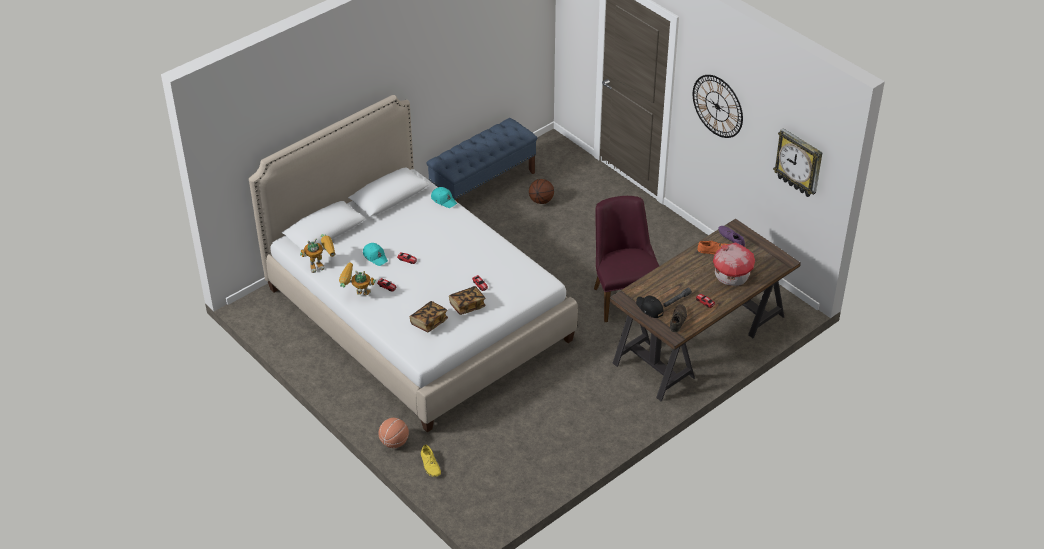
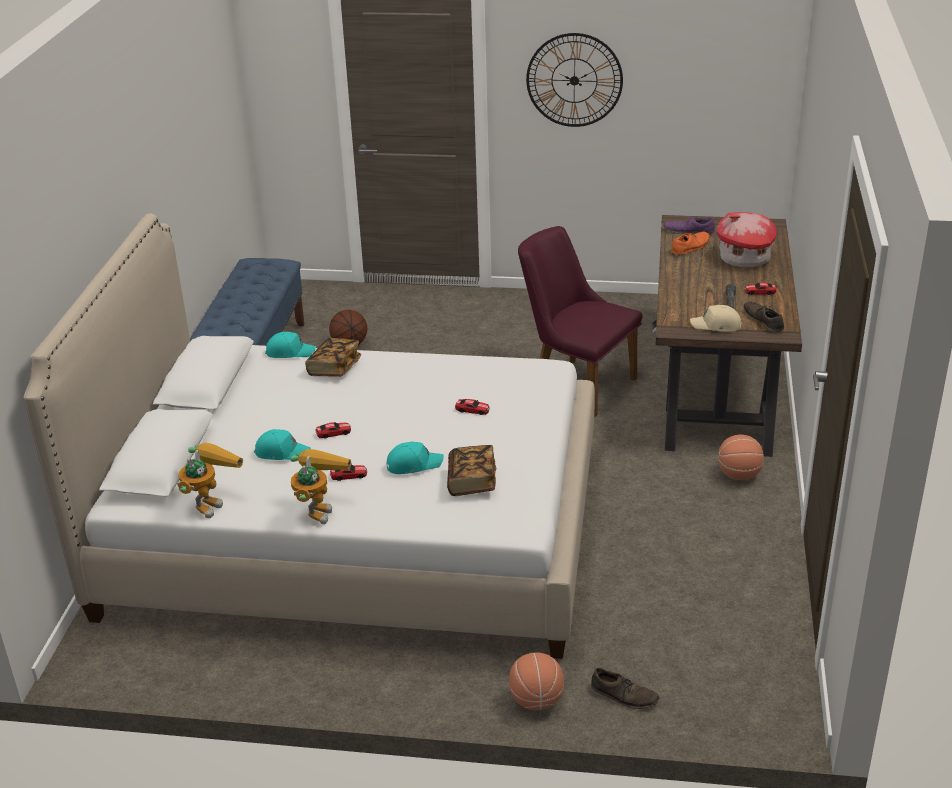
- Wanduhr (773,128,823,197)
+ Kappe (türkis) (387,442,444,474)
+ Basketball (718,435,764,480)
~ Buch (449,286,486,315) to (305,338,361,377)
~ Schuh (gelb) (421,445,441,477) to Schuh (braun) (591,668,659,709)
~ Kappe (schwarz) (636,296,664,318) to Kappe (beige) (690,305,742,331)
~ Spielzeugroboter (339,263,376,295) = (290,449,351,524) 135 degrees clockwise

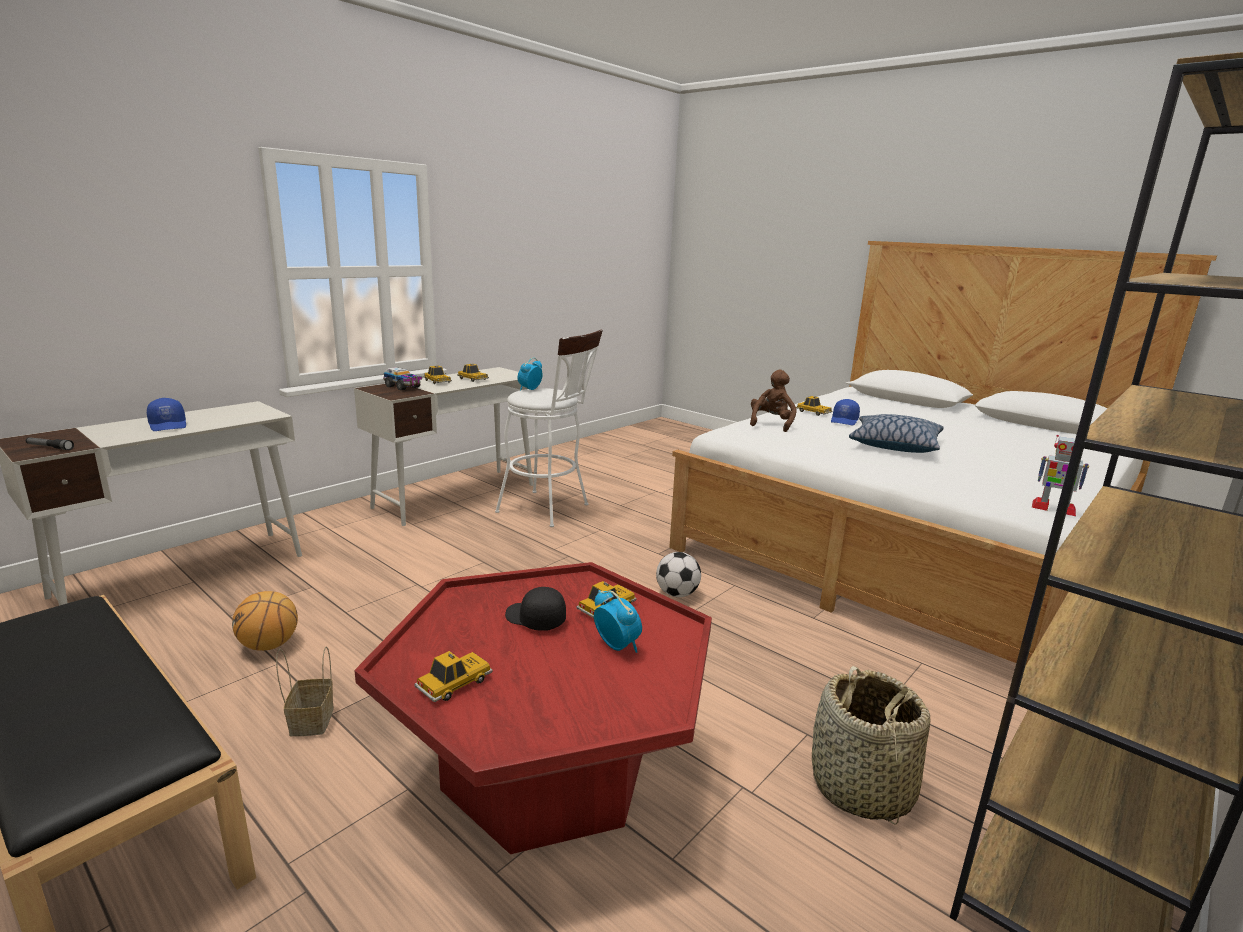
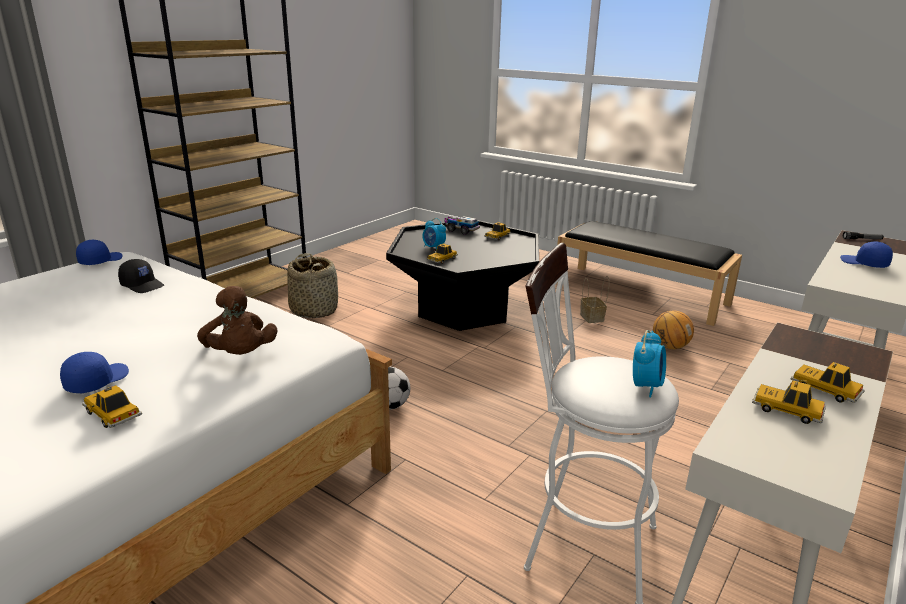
- Kissen (849,414,944,453)
~ Spielzeuglaster (383,367,422,390) to (444,216,480,235)
~ Kappe (schwarz) (505,587,566,631) to (118,259,164,293)
~ Spielzeugroboter (1032,435,1089,516) to Kappe (blau) (76,240,123,265)
~ Couchtisch (rot) (354,562,712,854) to Couchtisch (schwarz) (386,220,539,331)
~ Plüschtier (braun) (750,369,797,432) = (197,286,277,355) 45 degrees counterclockwise

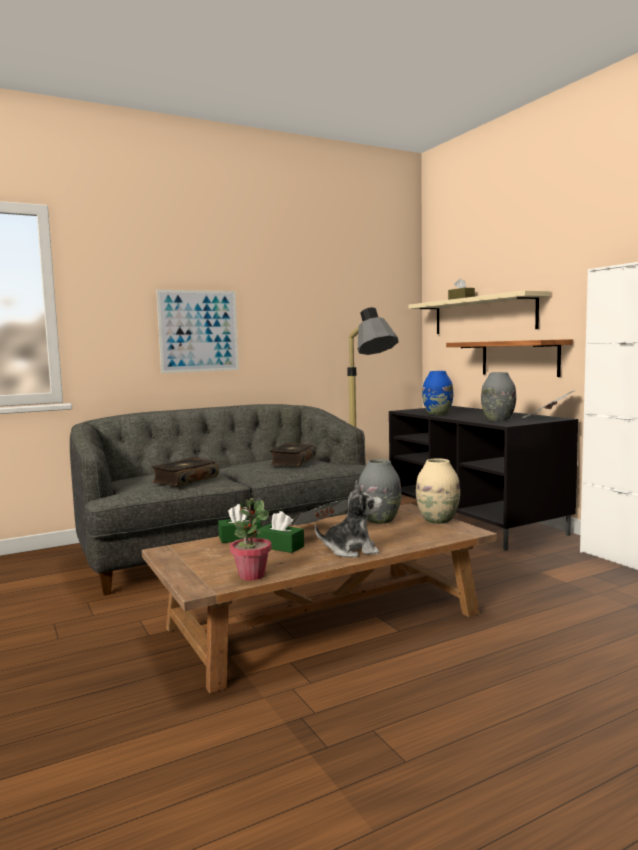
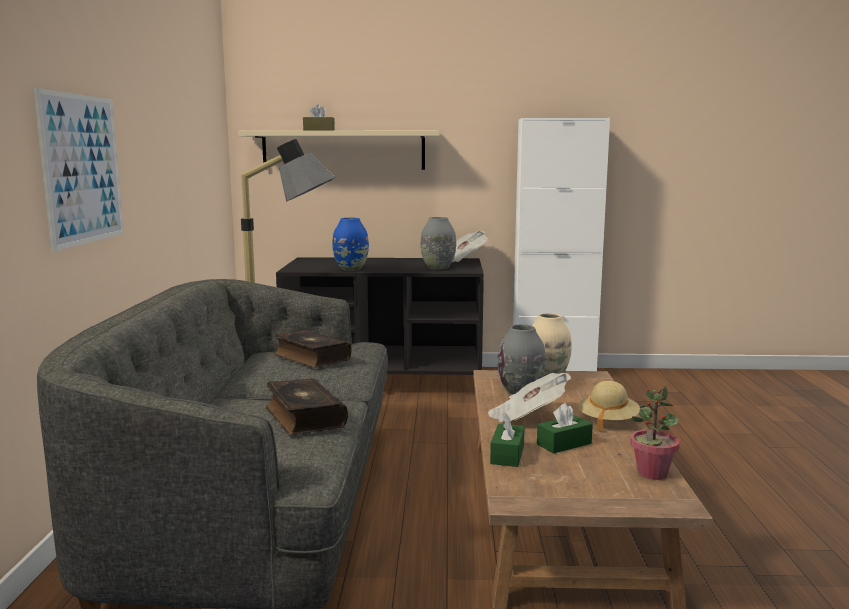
- Wandregal (446,339,573,377)
~ Plüschtier (315,481,383,558) to Hut (beige) (579,381,640,432)

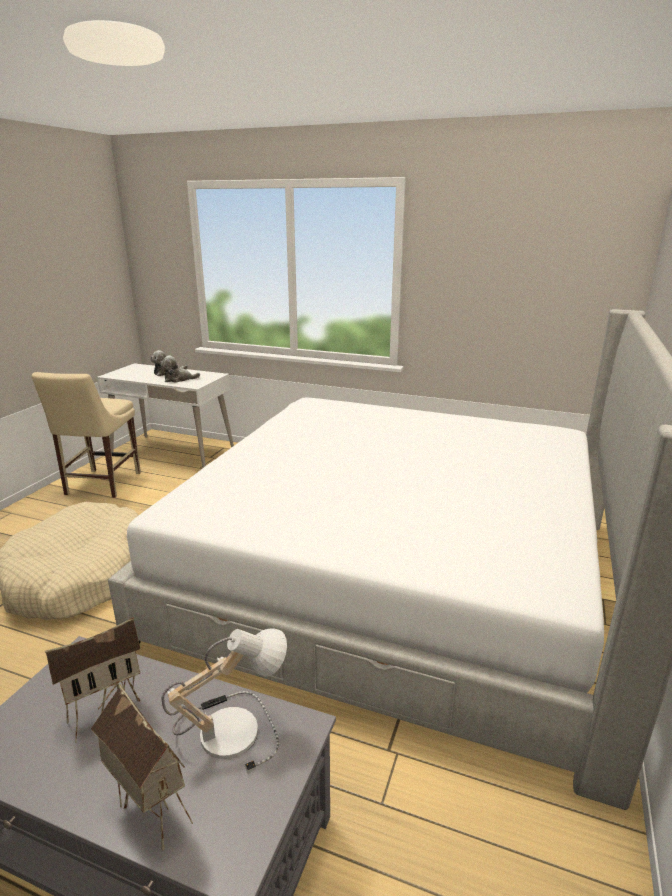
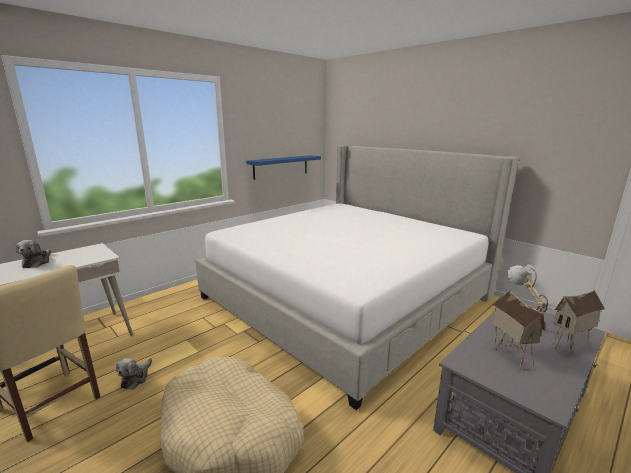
+ Wandregal (blau) (246,155,321,180)
~ Plüschtier (160,356,200,382) to (116,358,152,390)

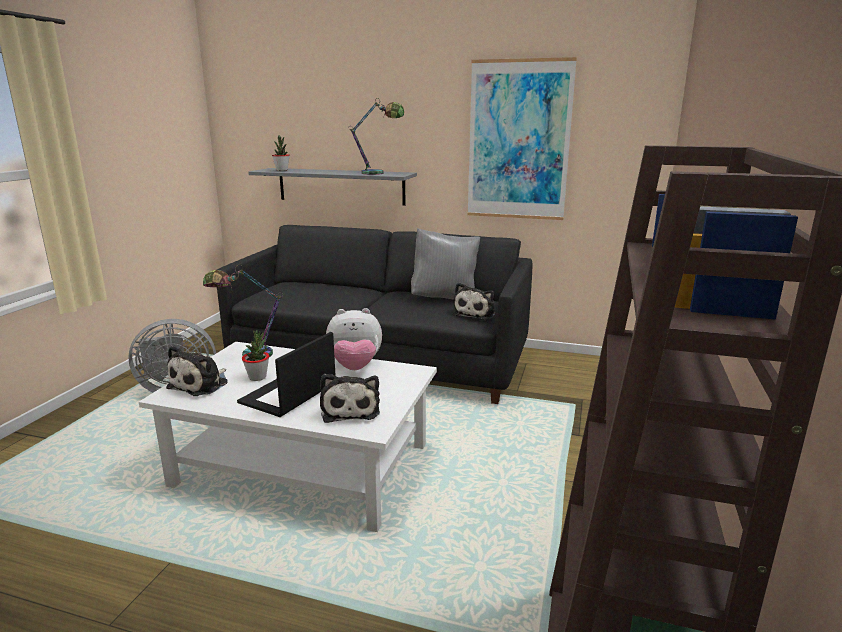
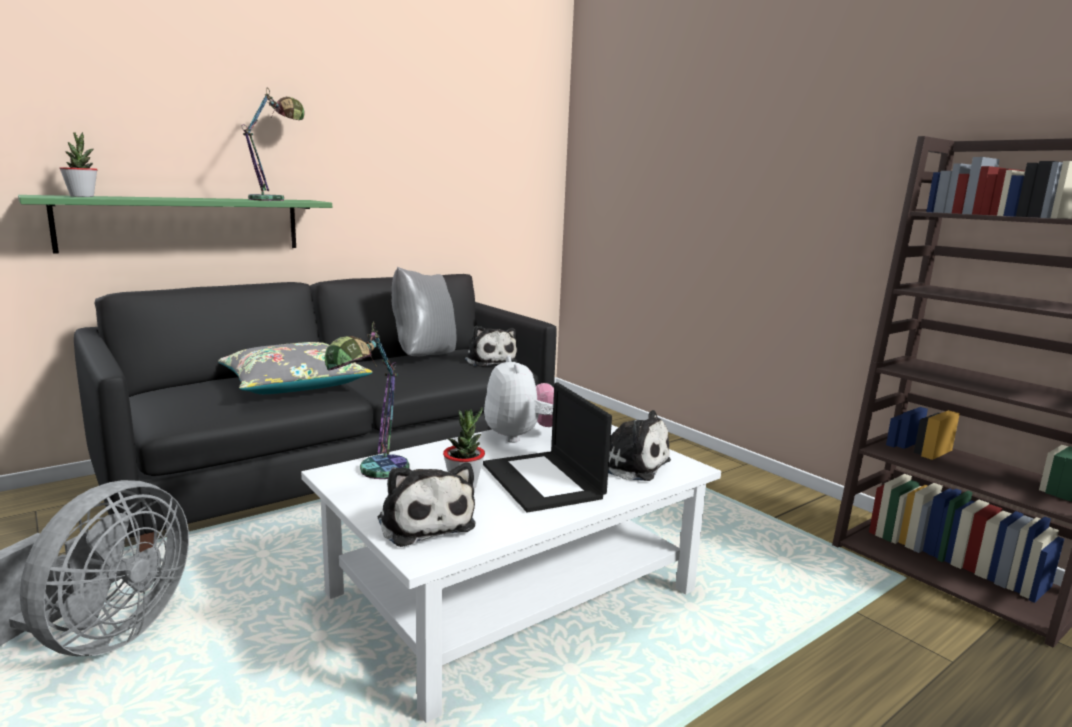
- Bild (467,57,577,220)
+ Kissen (grau) (218,342,373,394)
~ Wandregal (grau) (248,168,417,206) to Wandregal (grün) (18,195,332,254)
~ Plüschtier (326,308,382,370) = (484,356,554,443) 45 degrees counterclockwise

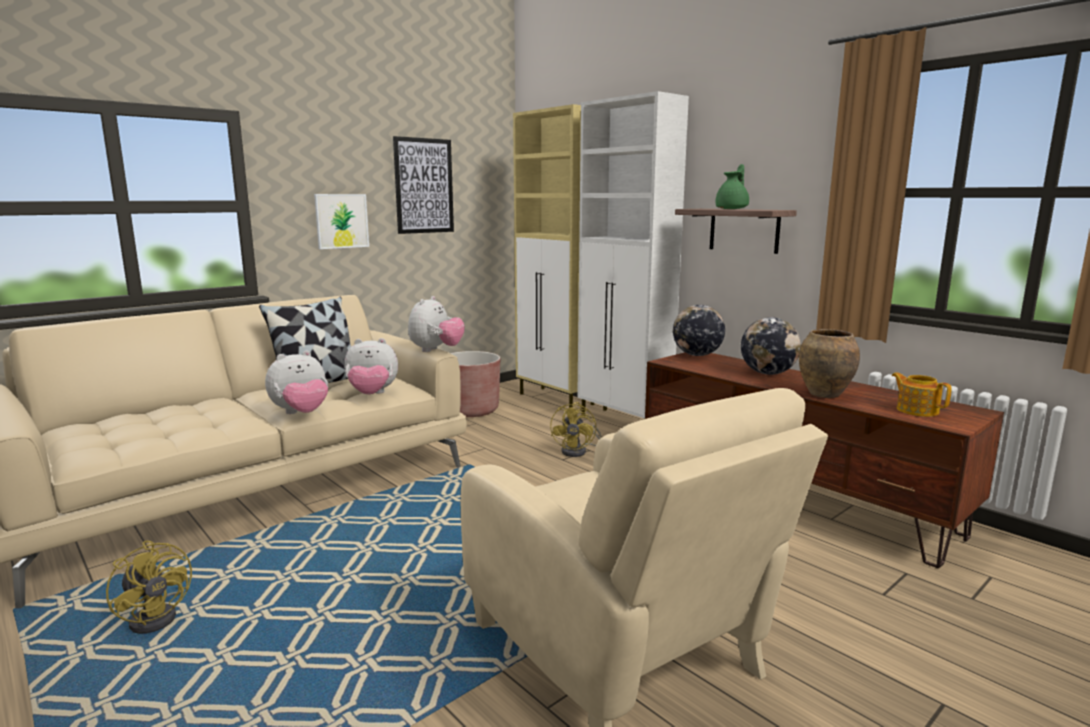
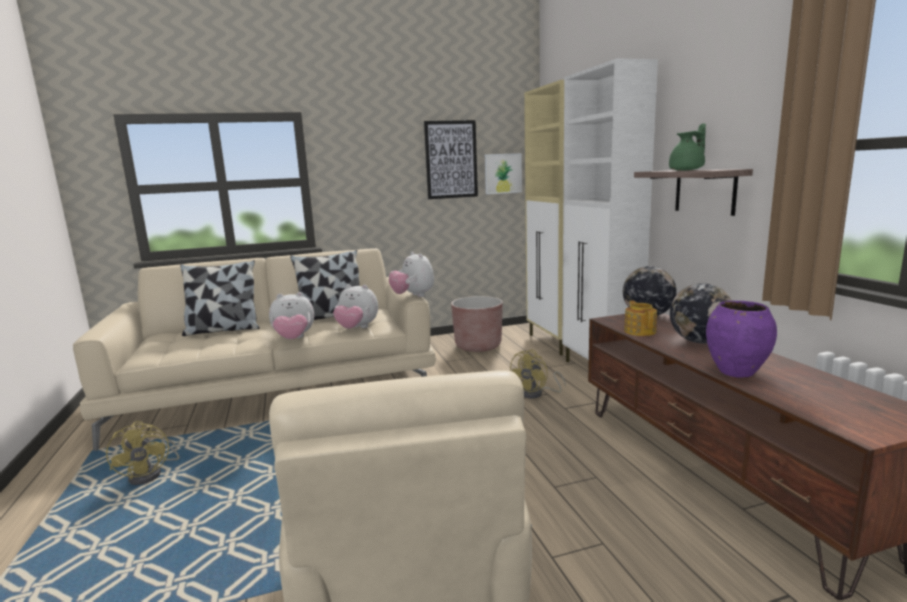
+ Kissen (180,260,260,336)
~ Bild (314,194,369,249) to (485,153,522,194)
~ Teekanne (892,372,952,417) to (624,300,657,336)
~ Vase (braun) (799,329,860,398) to Vase (lila) (706,301,777,378)
~ Plüschtier (408,296,465,352) = (389,252,434,297) 105 degrees clockwise

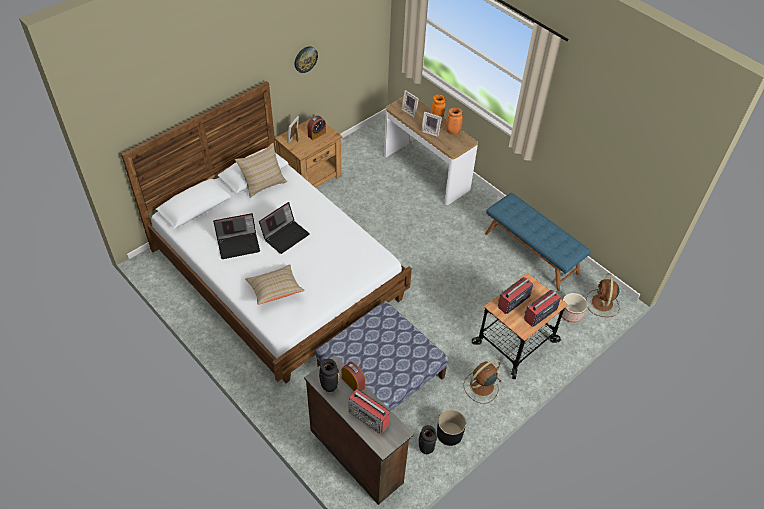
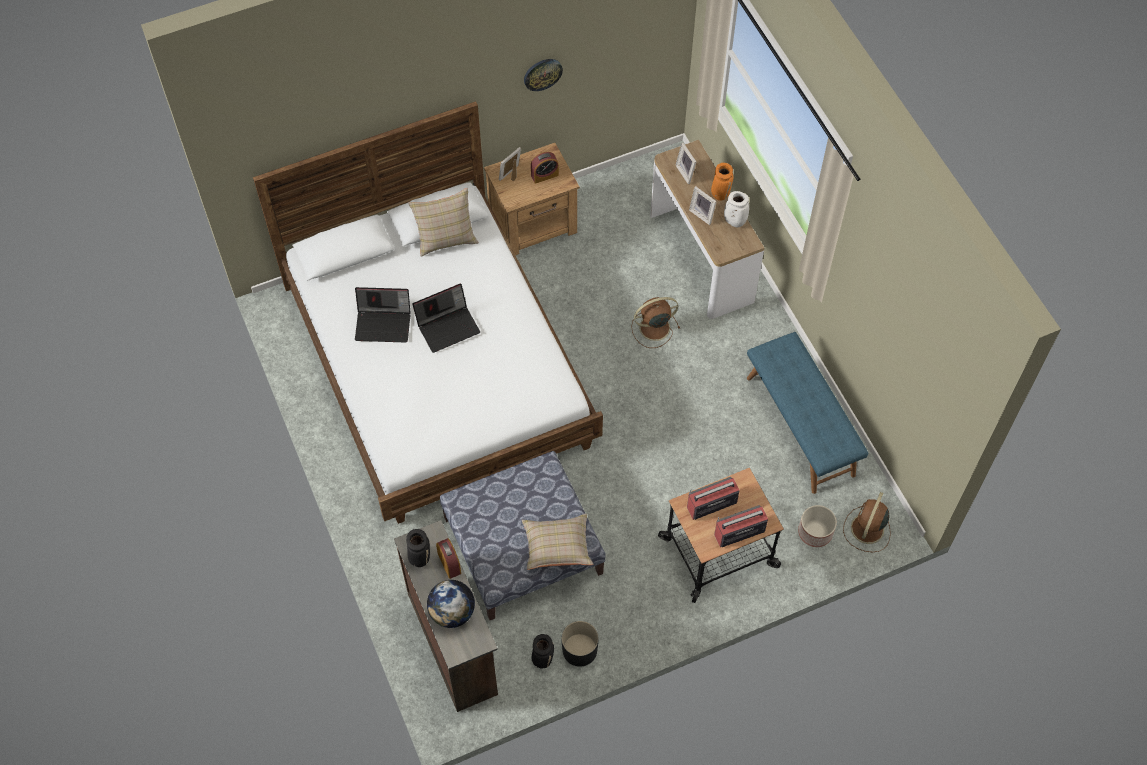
~ Kissen (beige) (245,264,305,305) to (522,514,593,570)
~ Ventilator (braun) (463,359,502,404) to (631,297,680,348)
~ Radio (349,389,391,434) to Globus (427,580,475,628)
~ Vase (orange) (446,108,463,135) to Vase (weiß) (724,191,749,228)

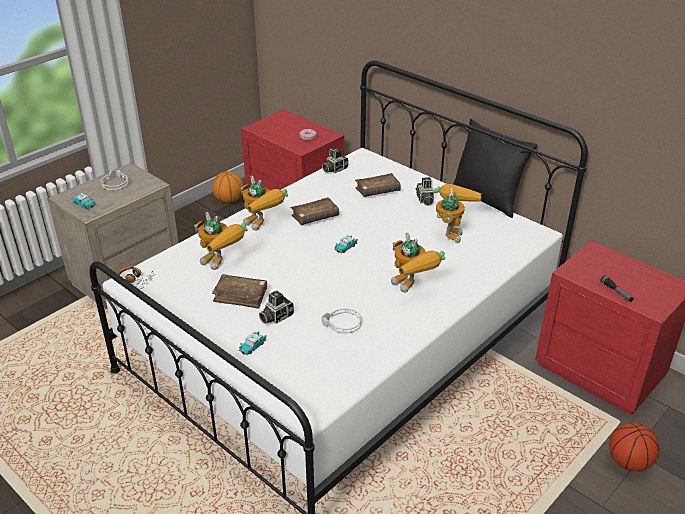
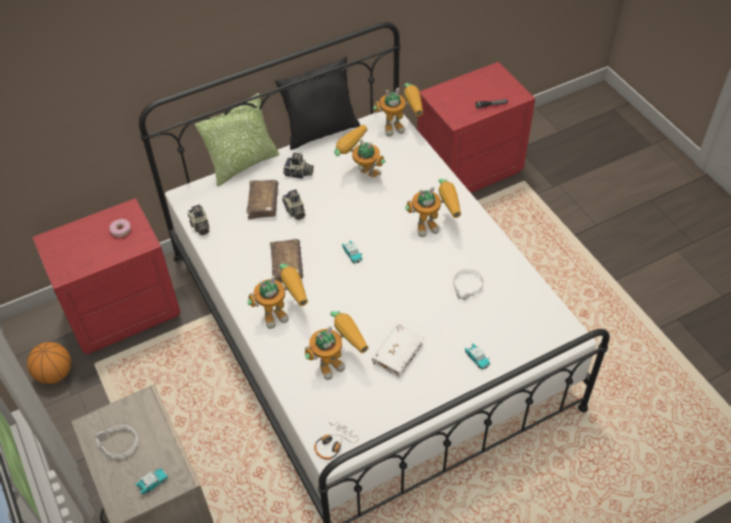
- Basketball (609,422,659,471)
+ Kissen (195,93,279,187)
+ Spielzeugroboter (373,83,423,136)
~ Kamera (259,291,294,324) to (282,189,306,220)
~ Buch (braun) (212,274,267,309) to Buch (weiß) (372,324,424,379)

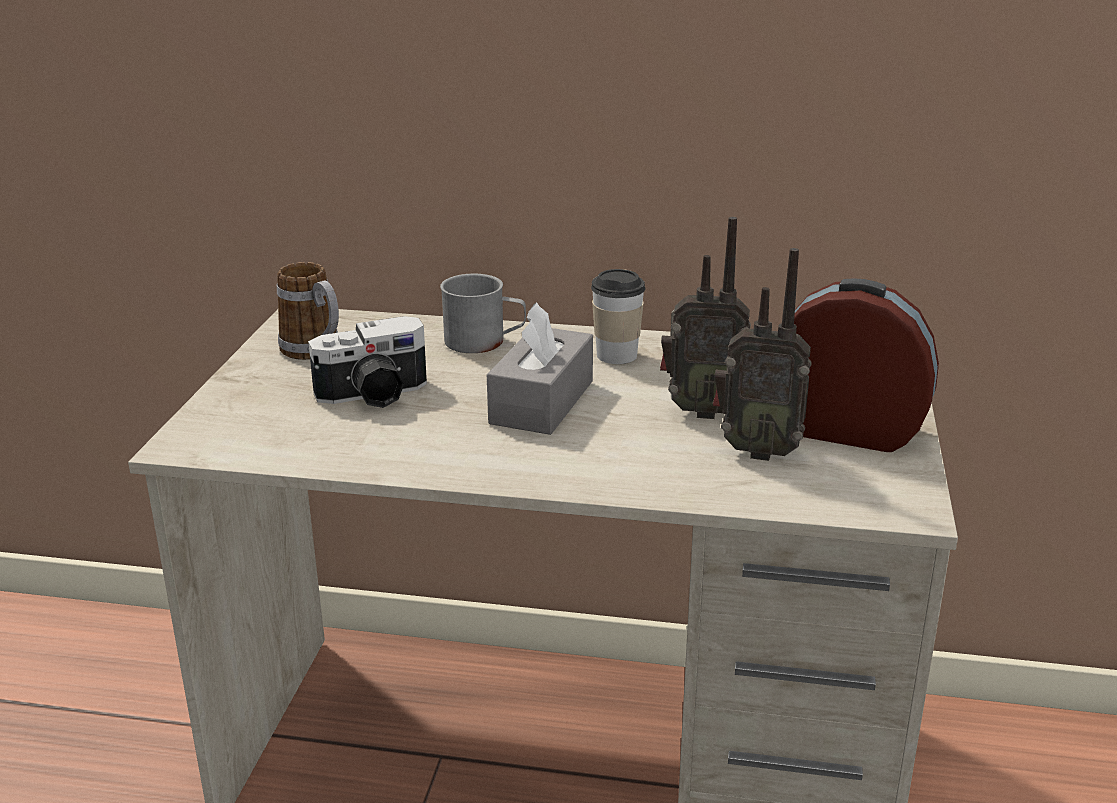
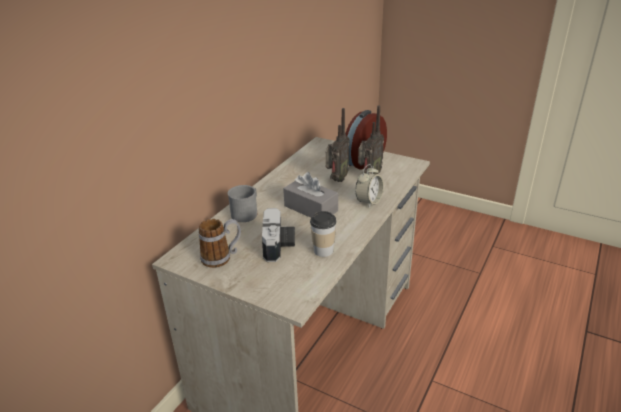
+ Wecker (355,164,384,207)
~ Tasse (591,269,645,364) to (310,211,337,257)

